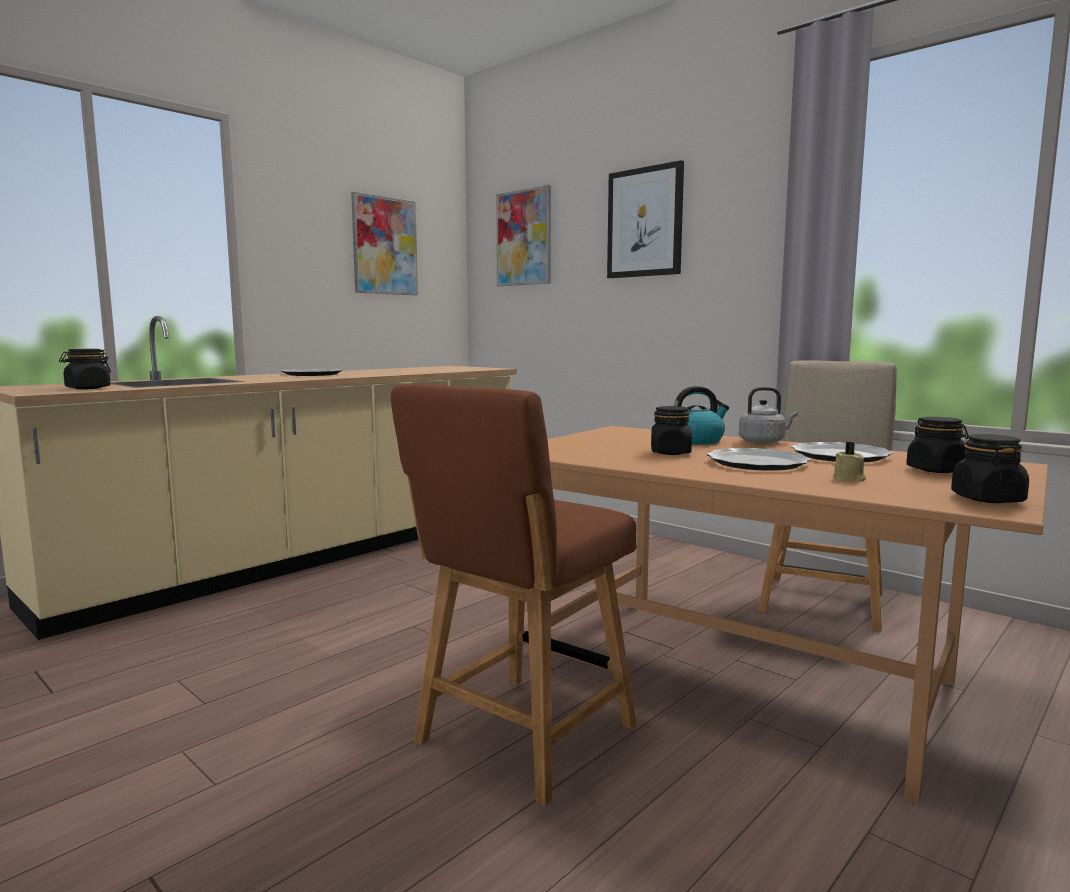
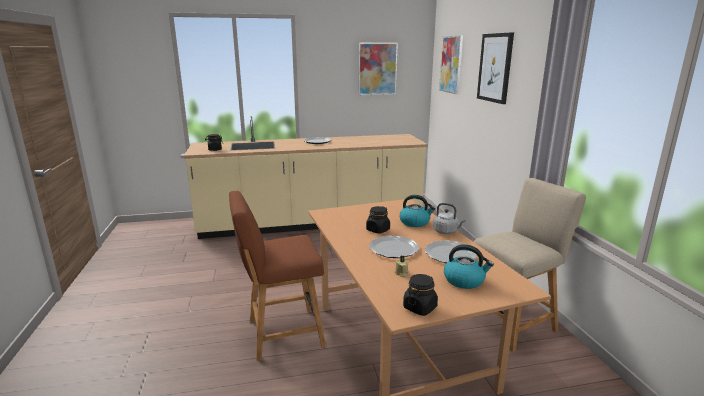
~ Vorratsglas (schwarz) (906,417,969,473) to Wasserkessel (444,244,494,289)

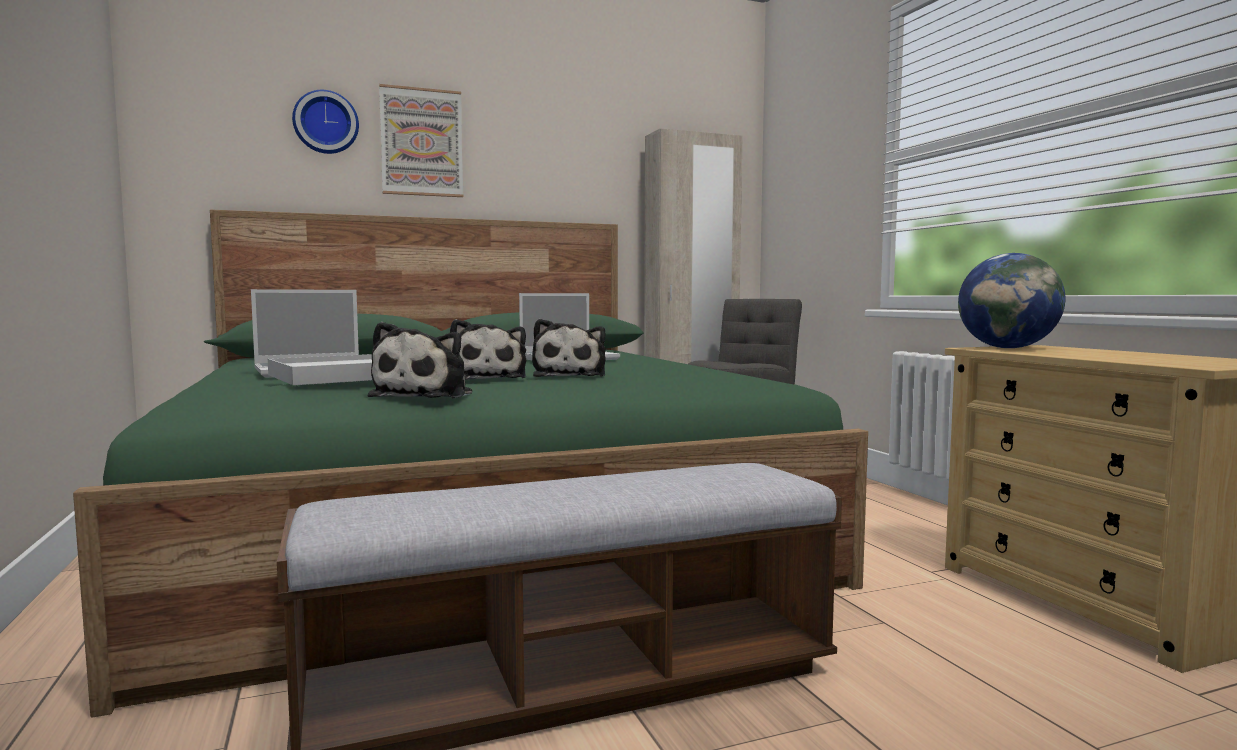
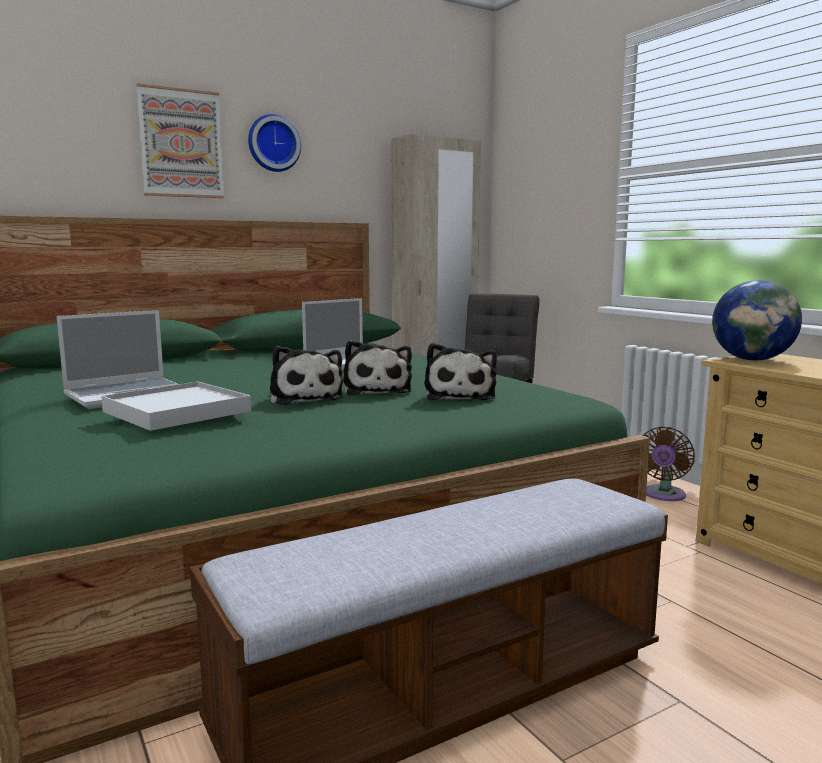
+ Ventilator (braun) (643,427,695,501)
~ Wanduhr (292,90,359,154) to (248,114,301,172)
~ Plüschtier (368,322,472,398) to (425,343,497,400)

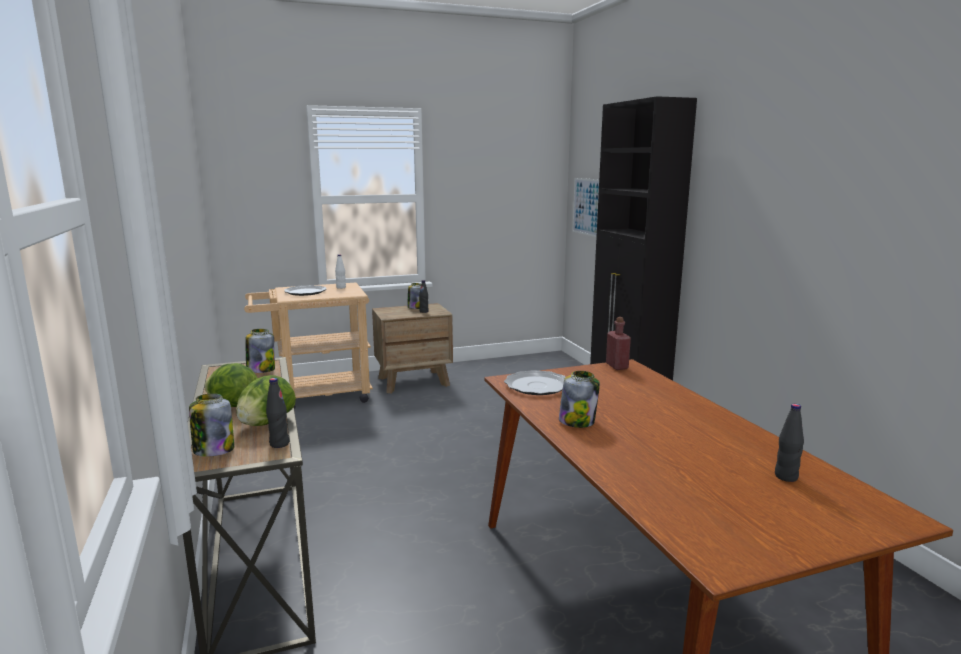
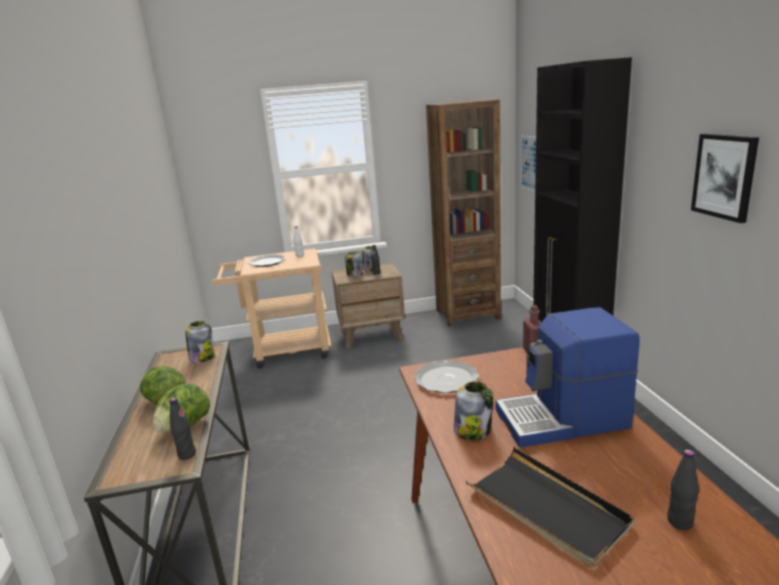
+ Bücherregal (braun) (426,100,501,327)
+ Tablett (schwarz) (466,447,635,568)
+ Kaffeemaschine (496,307,640,448)
+ Bild (691,134,759,223)
~ Vorratsglas (189,393,234,457) to (345,252,363,277)

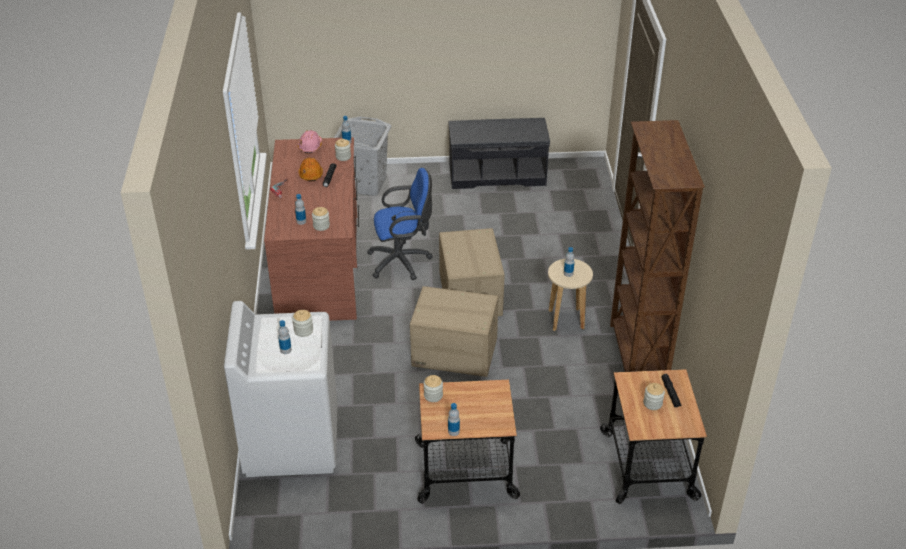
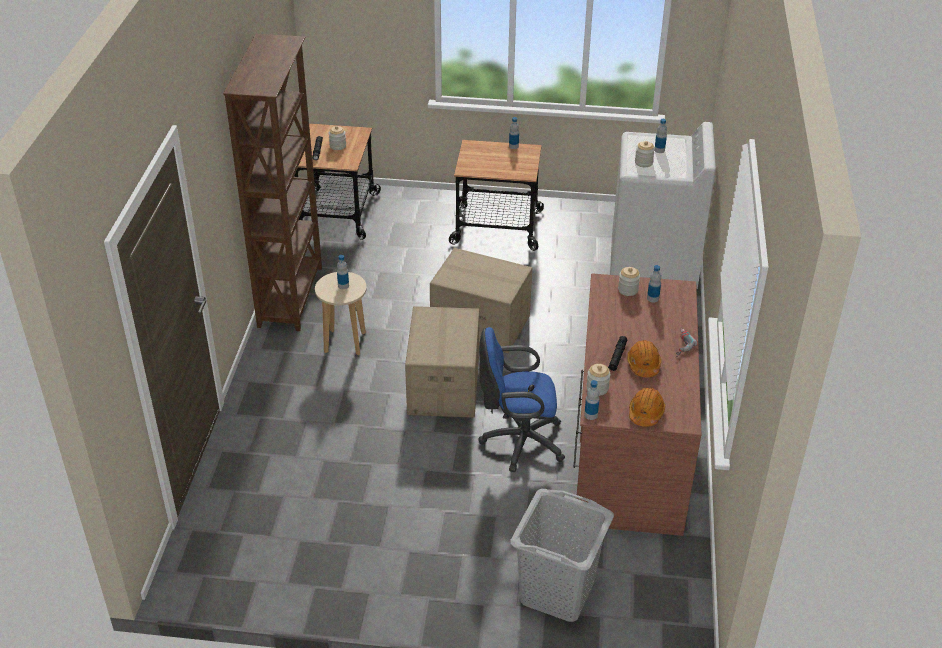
- Vorratsglas (424,375,443,402)
- Bank (grau) (449,118,550,189)
~ Schutzhelm (rosa) (298,130,322,154) to Schutzhelm (orange) (629,388,665,427)

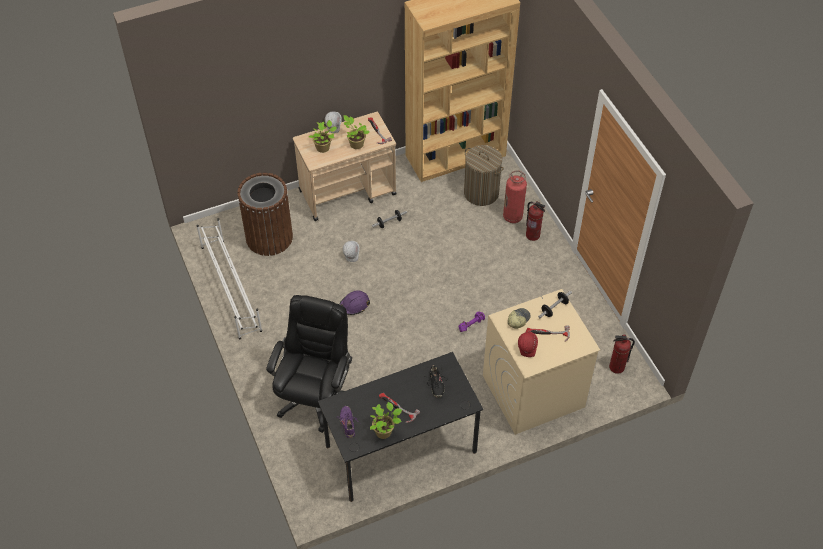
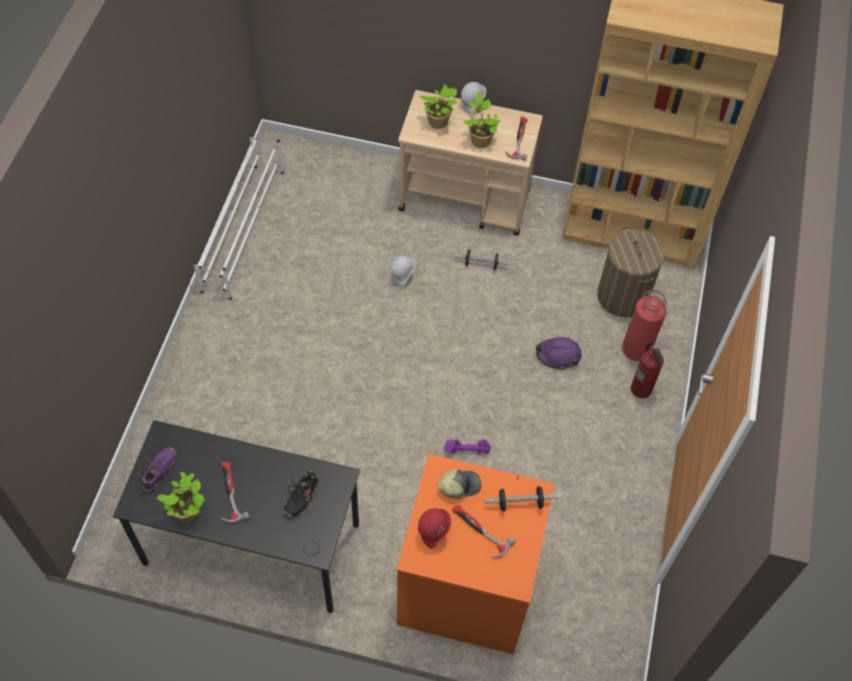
- Mülleimer (braun) (238,172,293,256)
- Bürostuhl (schwarz) (266,295,352,433)
- Feuerlöscher (609,335,635,374)
~ Schutzhelm (lila) (340,290,370,315) to (536,337,582,370)
~ Waschmaschine (beige) (483,289,600,435) to Waschmaschine (orange) (396,454,555,654)

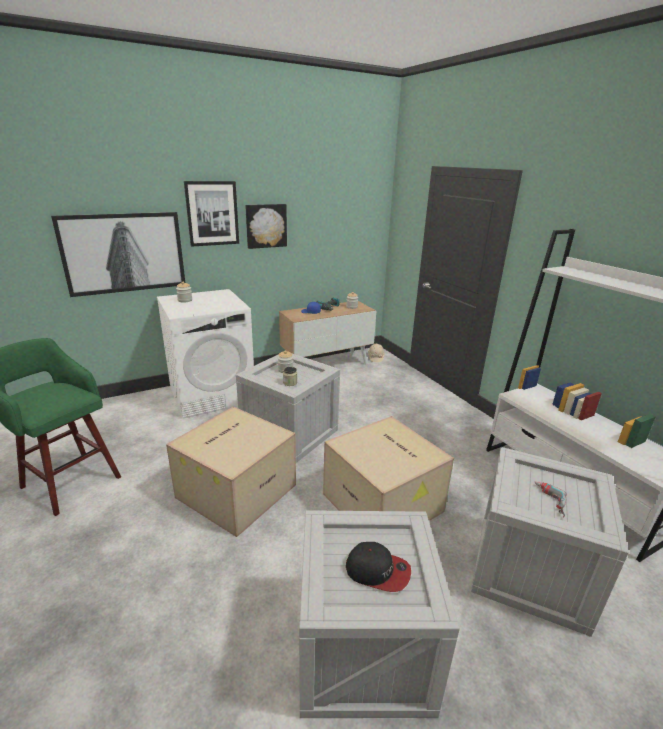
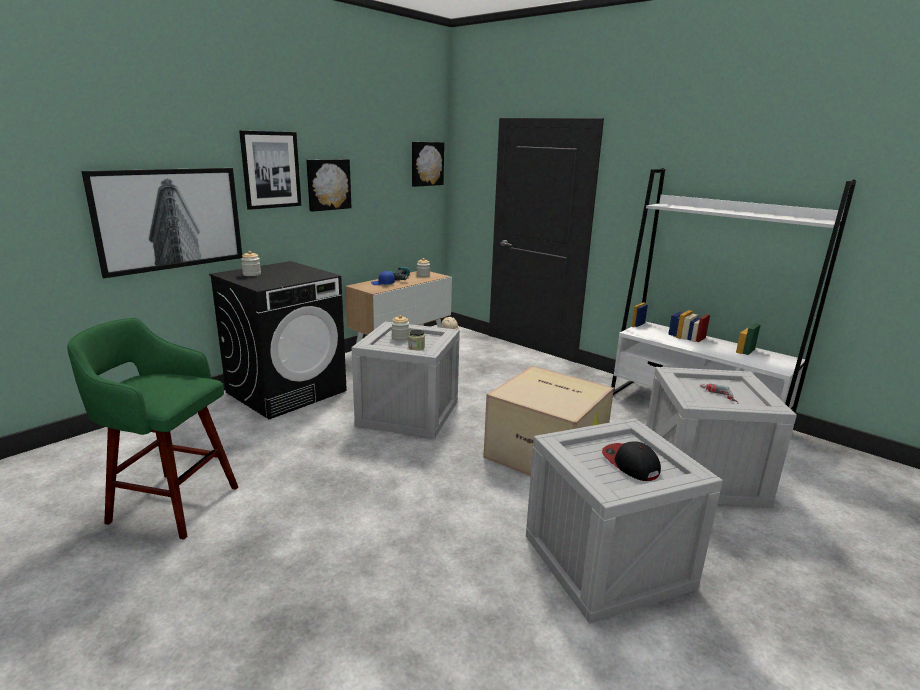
- Karton (166,407,296,537)
+ Bild (412,142,444,187)
~ Waschmaschine (weiß) (157,289,254,419) to Waschmaschine (schwarz) (209,261,347,419)
~ Kappe (346,542,411,592) = (602,441,661,481) 120 degrees counterclockwise

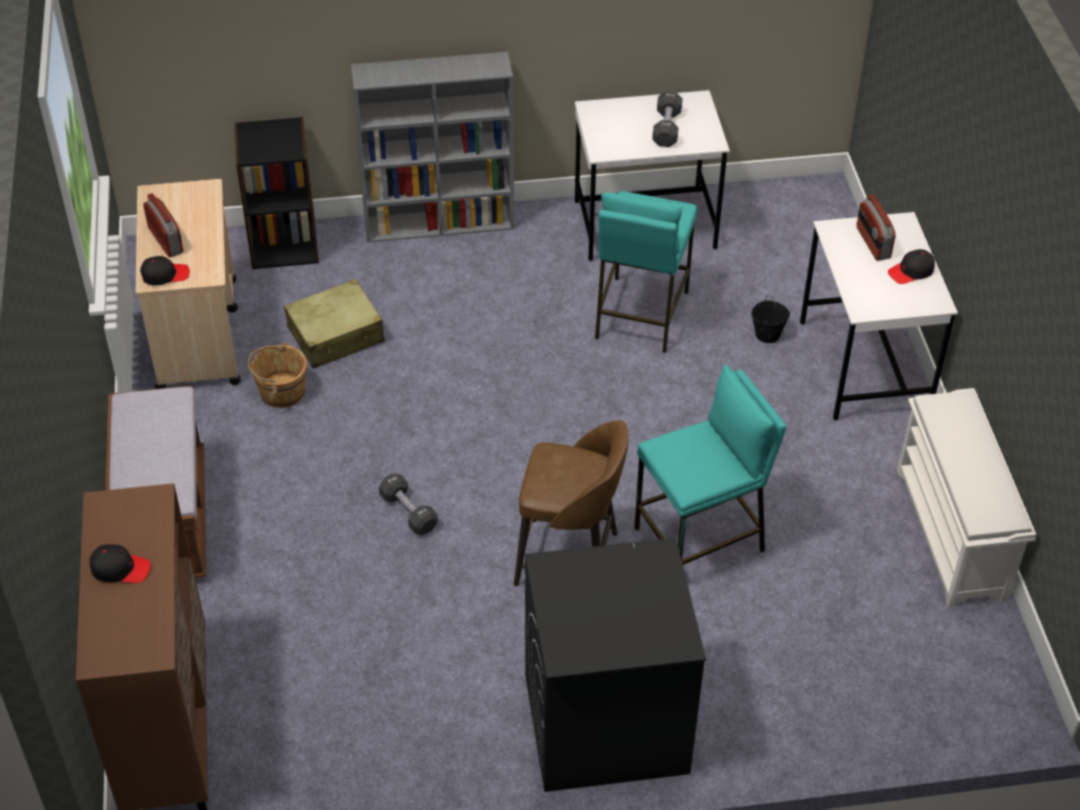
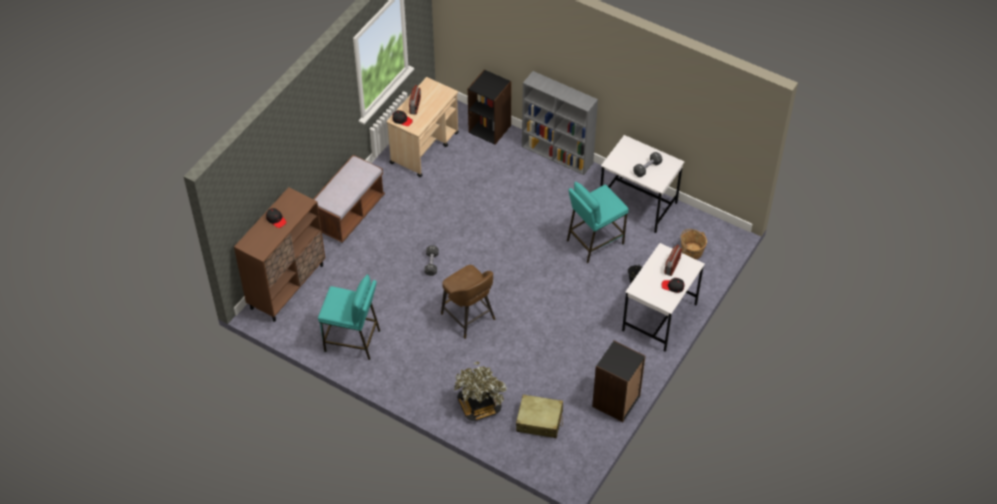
- Waschmaschine (schwarz) (525,538,706,792)
+ Topfpflanze (454,362,507,421)
~ Eimer (braun) (247,342,307,408) to (680,229,707,260)
~ Koffer (beige) (284,279,385,369) to (516,394,563,438)
~ Hocker (türkis) (634,364,787,565) to (318,274,380,360)
~ Schuhregal (weiß) (897,388,1036,608) to Bücherregal (schwarz) (592,340,645,422)

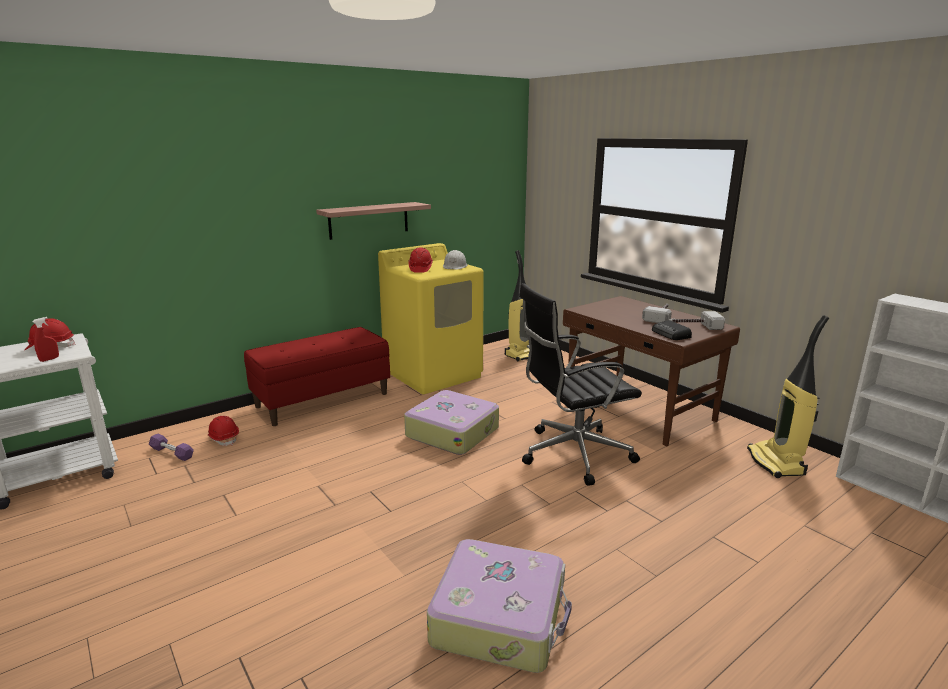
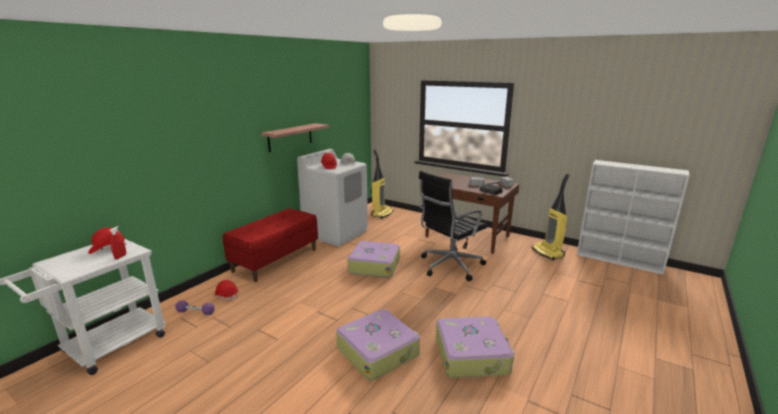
+ Koffer (336,309,420,381)
~ Waschmaschine (gelb) (378,243,484,394) to Waschmaschine (weiß) (297,149,368,247)

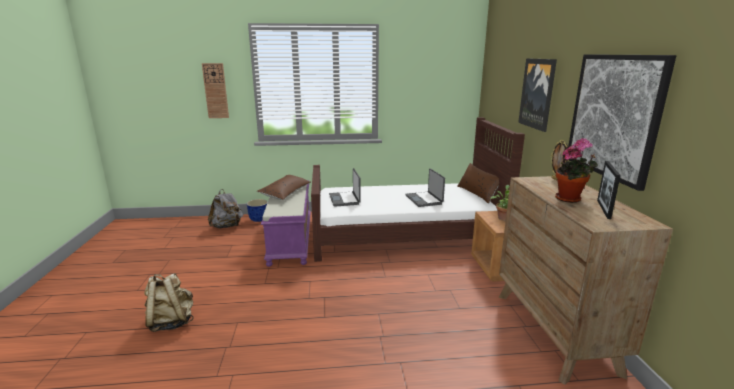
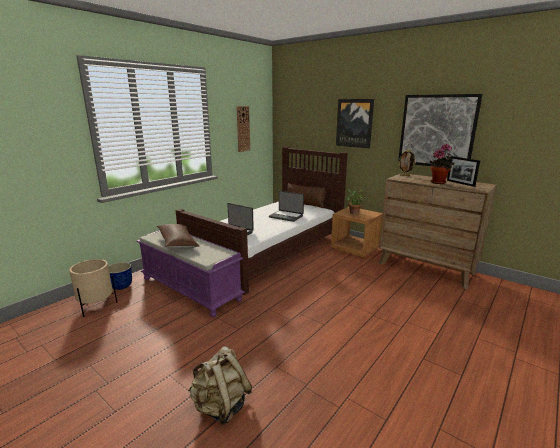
~ Wanduhr (202,63,229,118) to (237,106,250,152)
~ Rucksack (grau) (208,189,243,229) to Pflanzkübel (beige) (69,259,117,317)

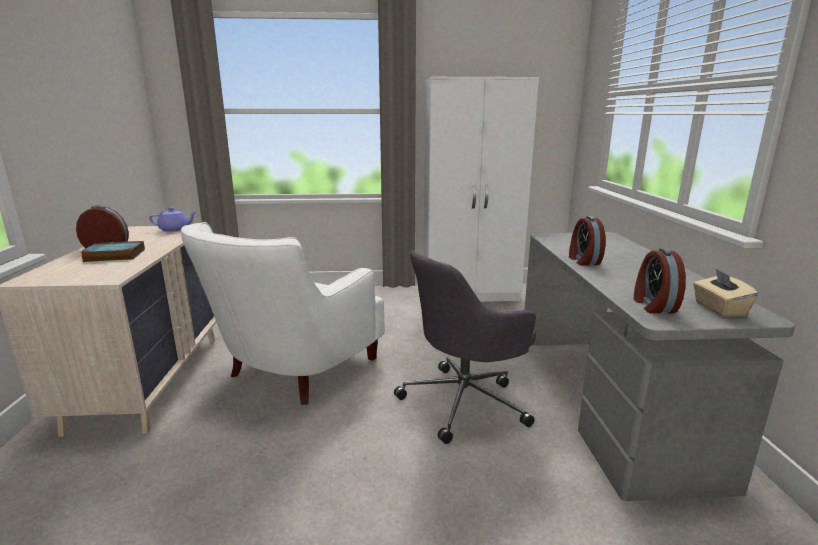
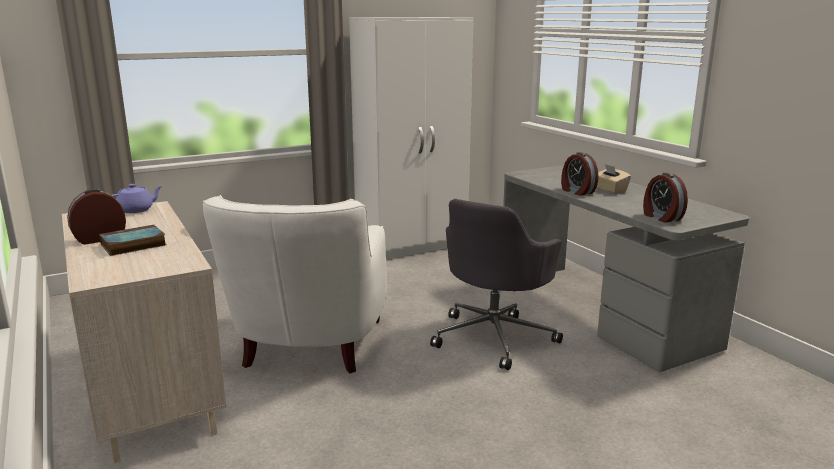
~ Taschentuchbox (beige) (693,269,758,317) to (596,164,631,194)

